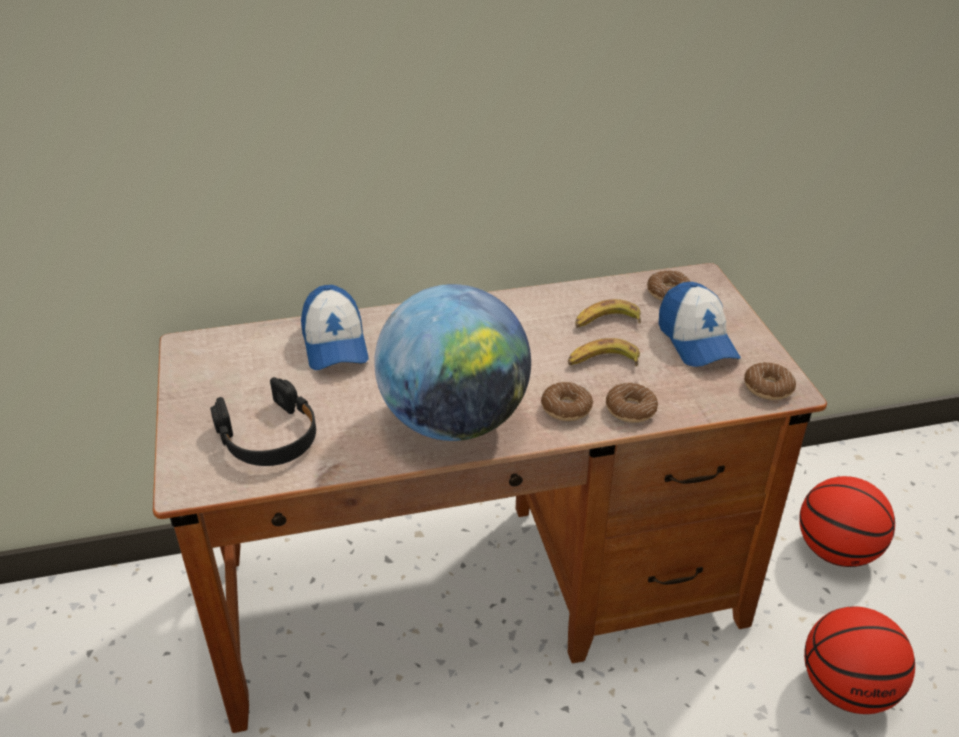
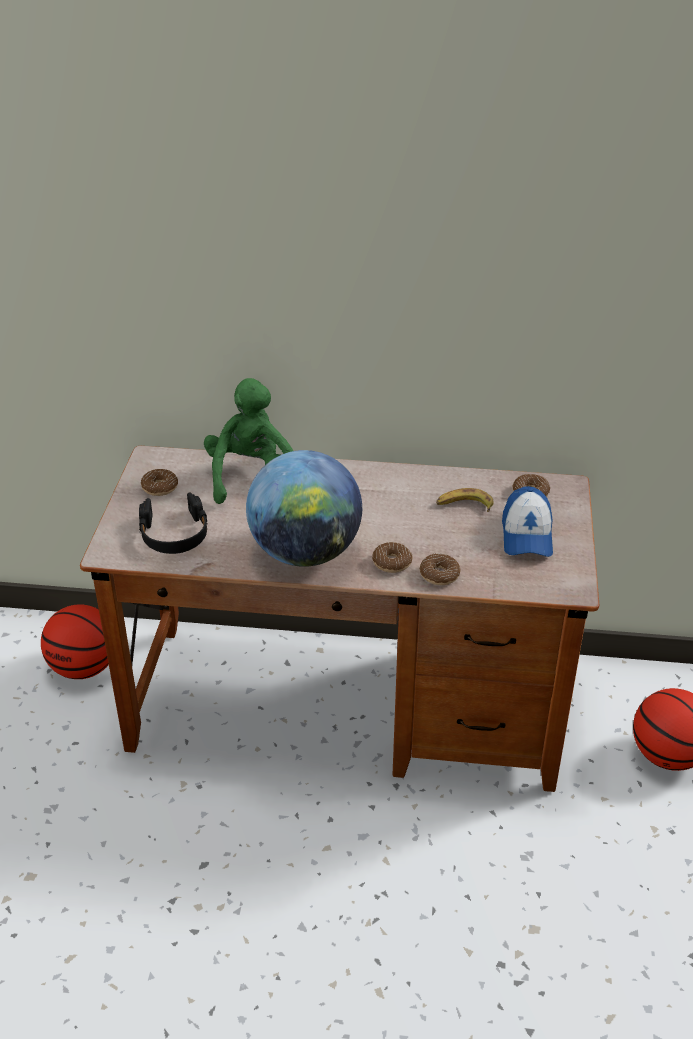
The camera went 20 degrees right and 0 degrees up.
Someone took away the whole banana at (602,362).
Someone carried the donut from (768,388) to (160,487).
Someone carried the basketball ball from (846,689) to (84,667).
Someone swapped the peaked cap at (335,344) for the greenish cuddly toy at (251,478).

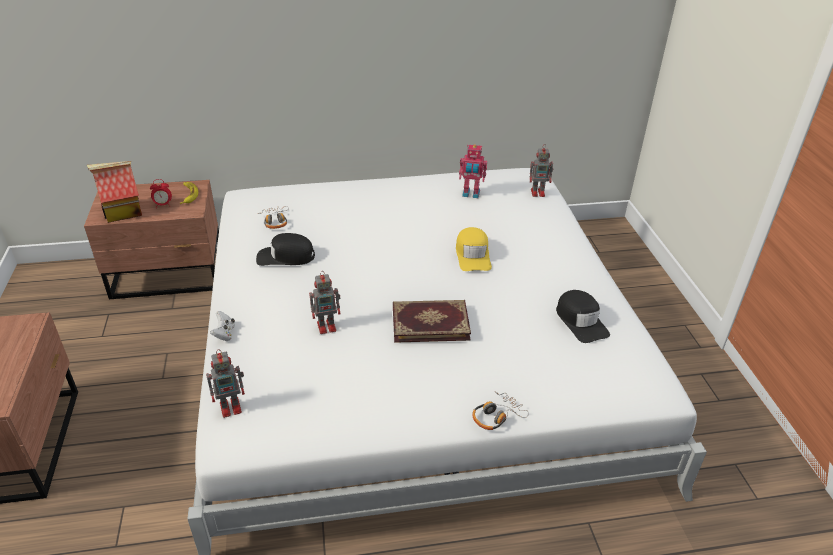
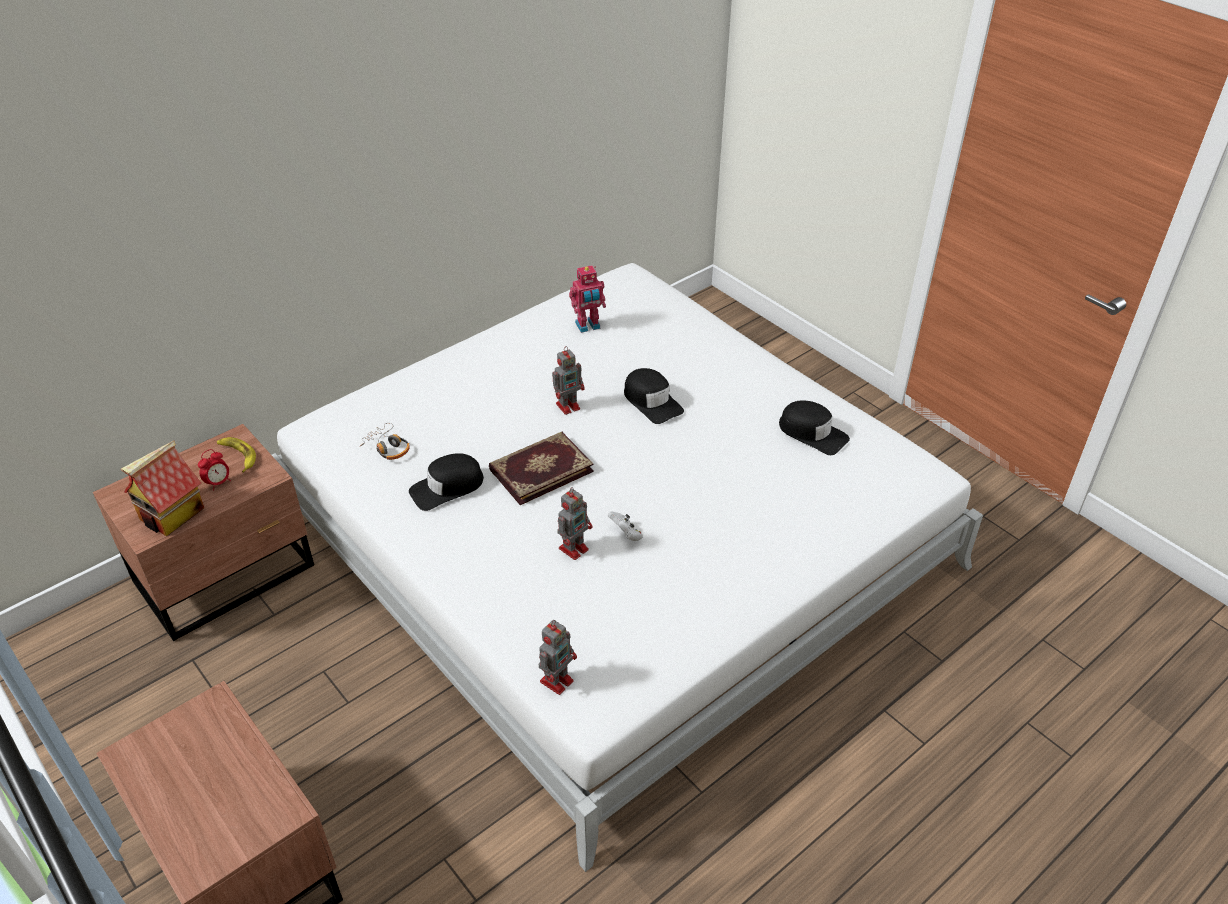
The camera went 30 degrees left and 5 degrees up.
Someone took away the headphones at (496,416).
Someone carried the white-coloured joypad from (224,334) to (626,534).
Someone carried the bound book from (430,322) to (540,469).
Someone carried the toy robot from (538,193) to (569,405).
Someone repainted the yellow peaked cap at (473,255), which became the black-coloured peaked cap at (652,401).

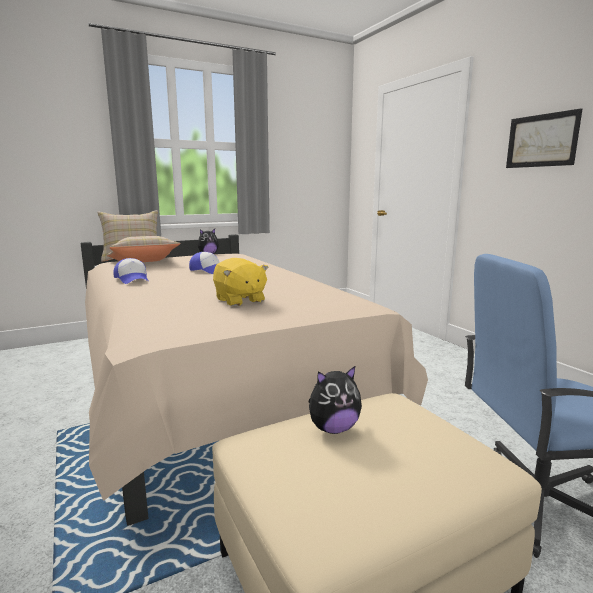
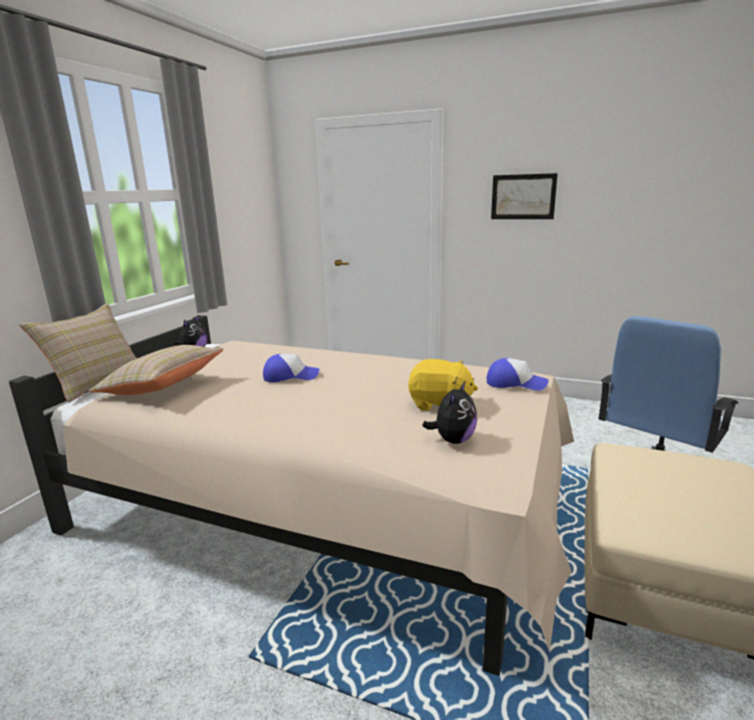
The camera went 40 degrees left and 5 degrees up.
Someone carried the peaked cap from (132,279) to (515,383).
Someone carried the cuddly toy from (333,428) to (453,440).

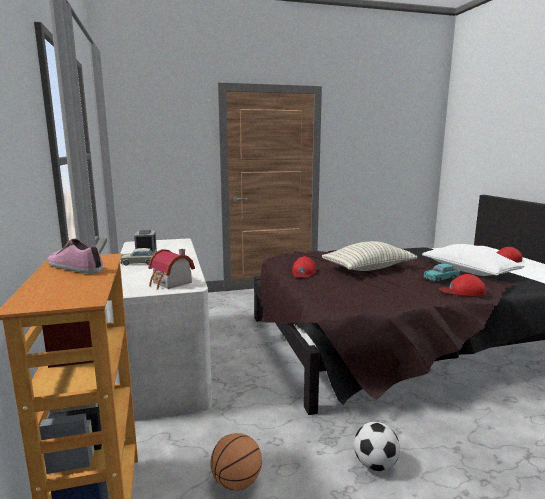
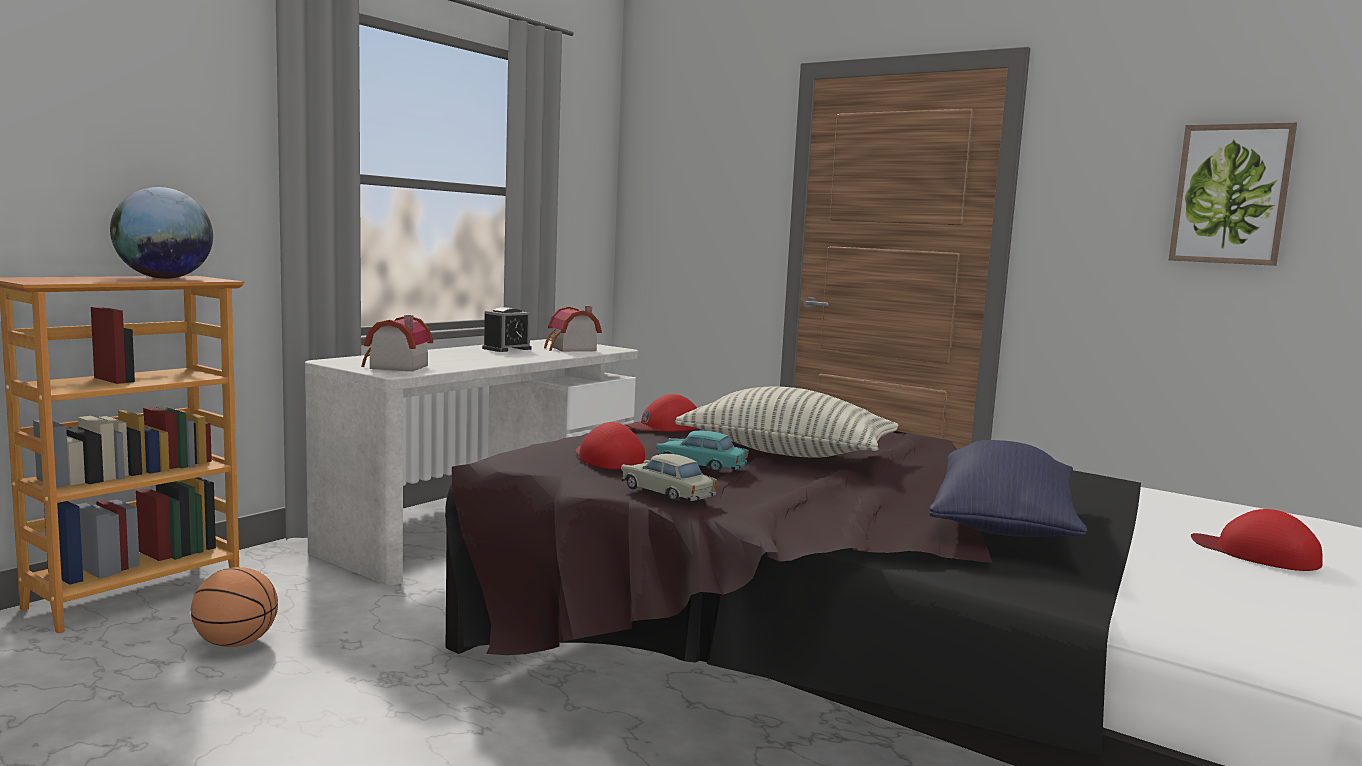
The camera went 50 degrees right and 5 degrees down.
Someone took away the football at (375,464).
Someone put down the toy house at (571,349).
Someone put up the wall picture at (1230,194).
Someone carried the sand-coloured model car from (140,263) to (667,492).
Someone carried the blue-green model car from (441,278) to (701,465).
Someone carried the red peaked cap from (463,291) to (607,459).
Someone swapped the low shoe at (75,267) for the desk globe at (164,278).
Someone repainted the white-coloured pillow at (469,272), which became the blue-coloured pillow at (1003,525).

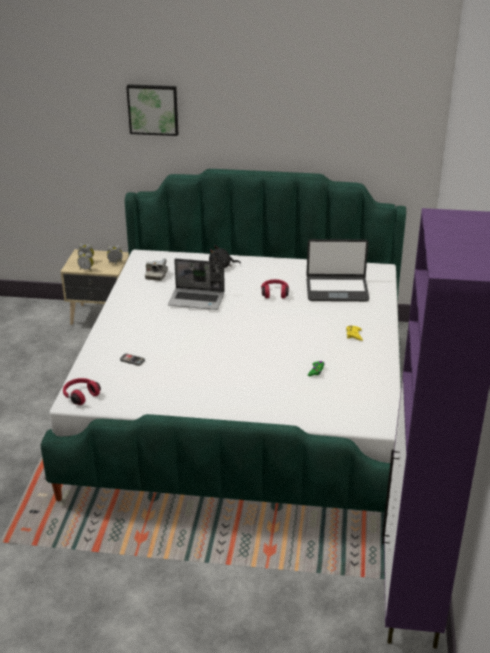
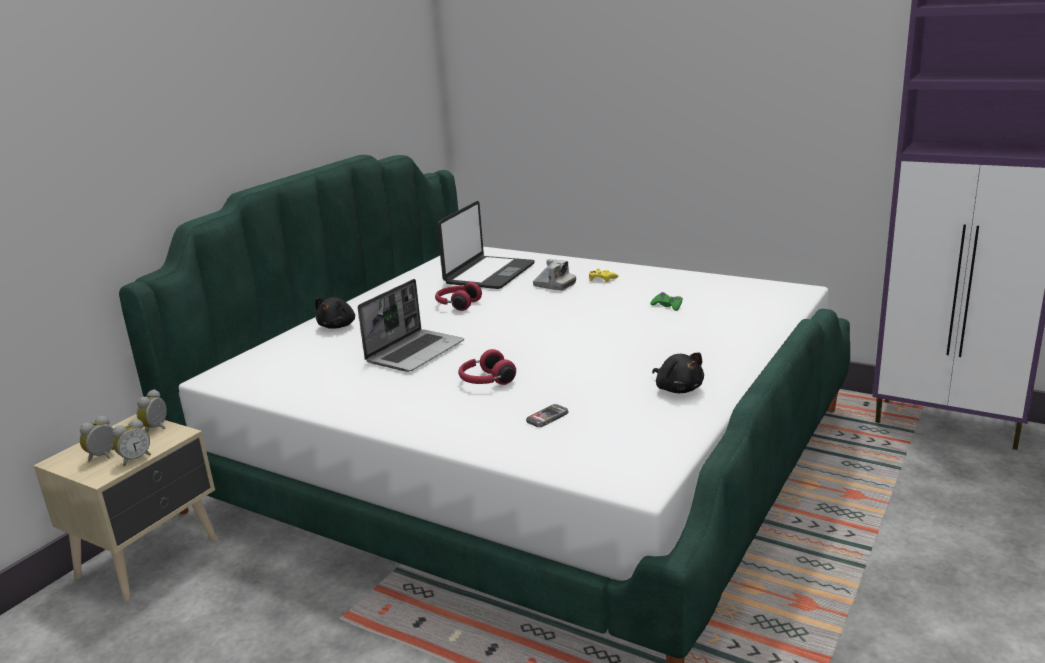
The camera went 65 degrees left and 10 degrees down.
Someone took away the wall picture at (153,109).
Someone put down the black-coloured cuddly toy at (678,389).
Someone carried the red headphones from (80,395) to (486,381).
Someone carried the still camera from (156,275) to (554,285).

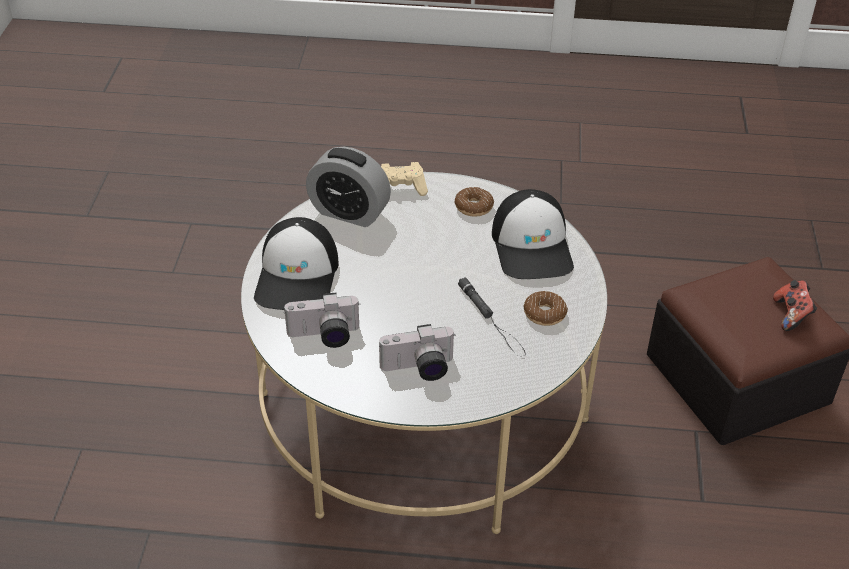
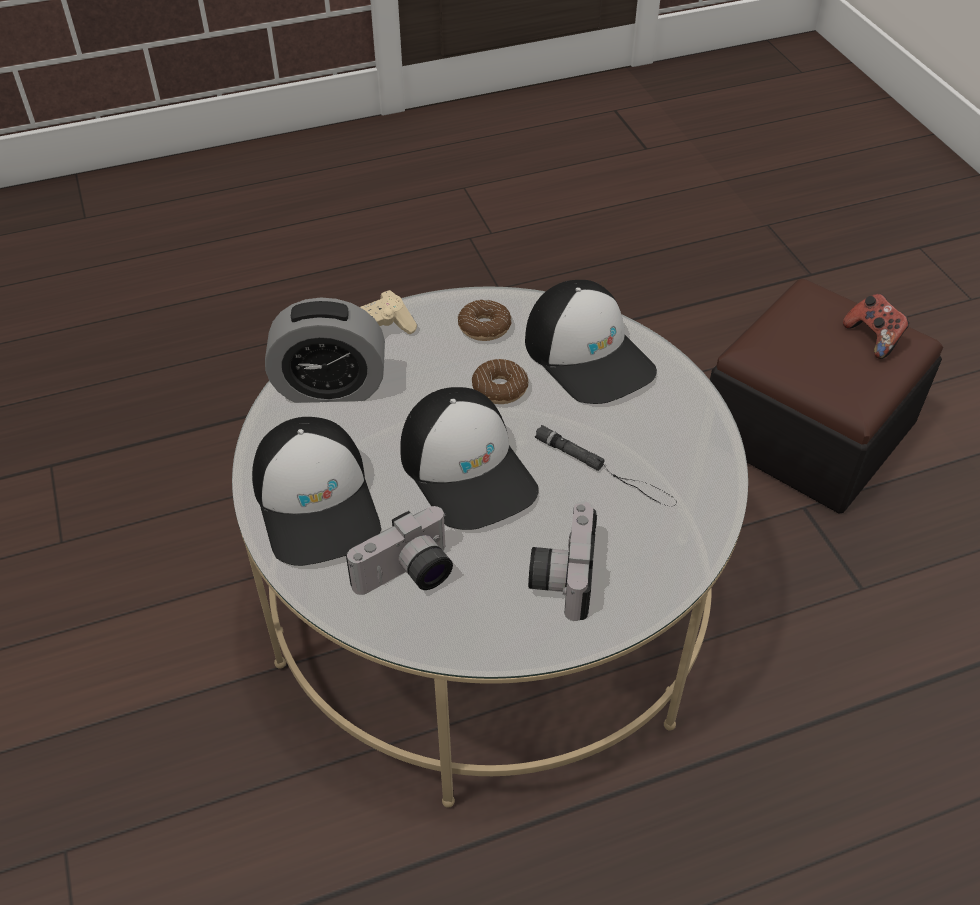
The camera went 25 degrees left and 5 degrees up.
Someone put down the peaked cap at (468,469).
Someone carried the donut from (544,314) to (500,388).
Someone rotated the still camera at (419,369) by 135 degrees clockwise.

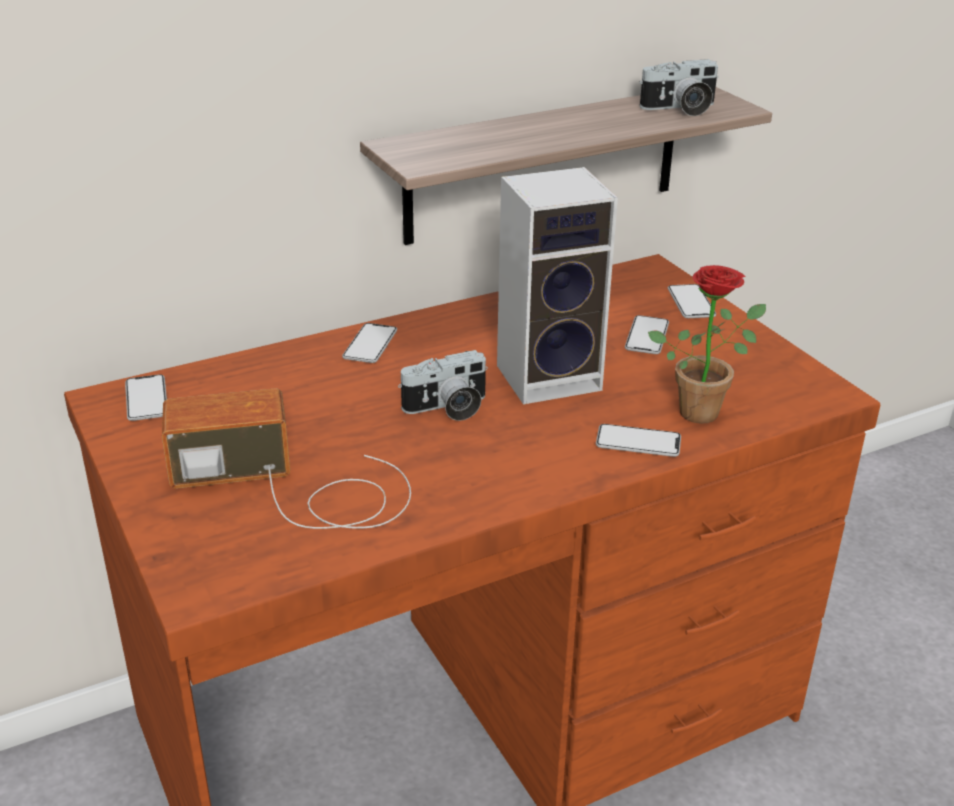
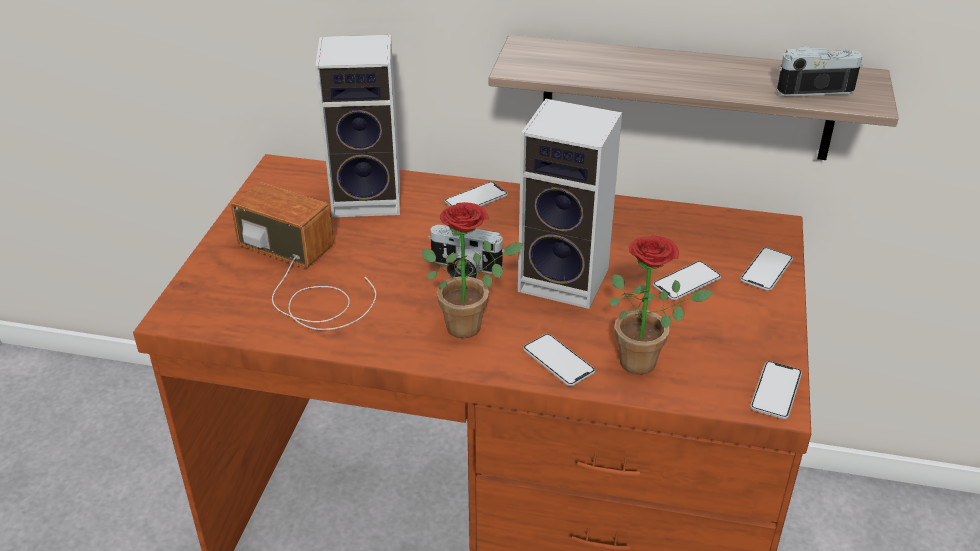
The camera went 40 degrees right and 5 degrees up.
Someone put down the loudspeaker at (370,198).
Someone put down the potted plant at (470,324).
Someone carried the handset from (146,399) to (775,391).
Someone rotated the still camera at (680,109) by 150 degrees clockwise.

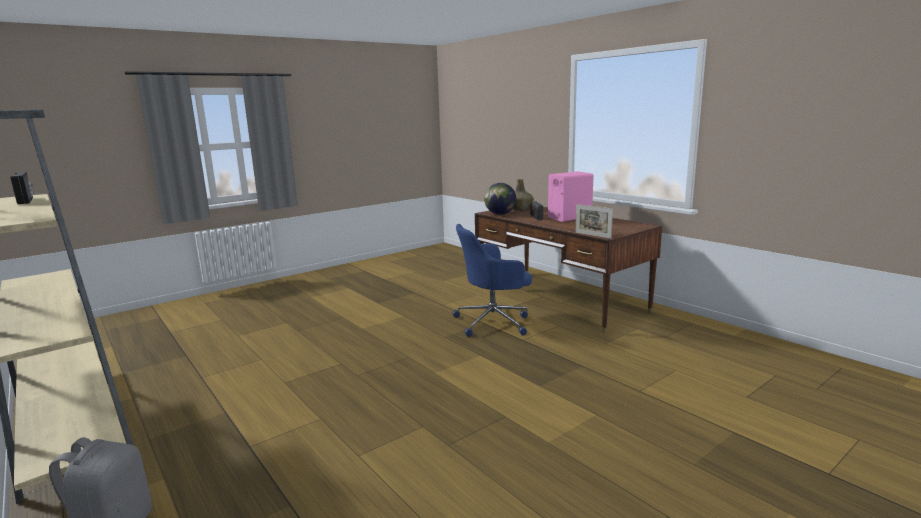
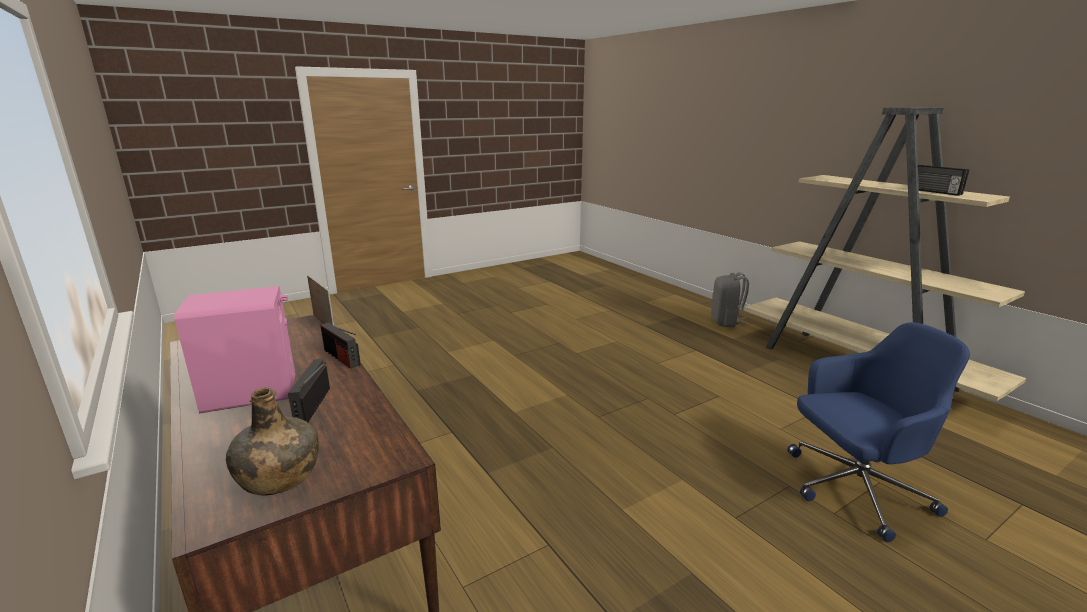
The camera went 175 degrees left and 5 degrees up.
Someone took away the desk globe at (500,214).
Someone put down the radio set at (342,357).
Someone carried the blue-coloured office chair from (494,322) to (854,489).

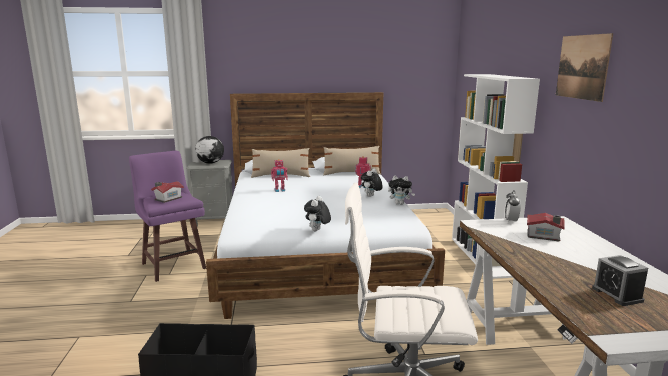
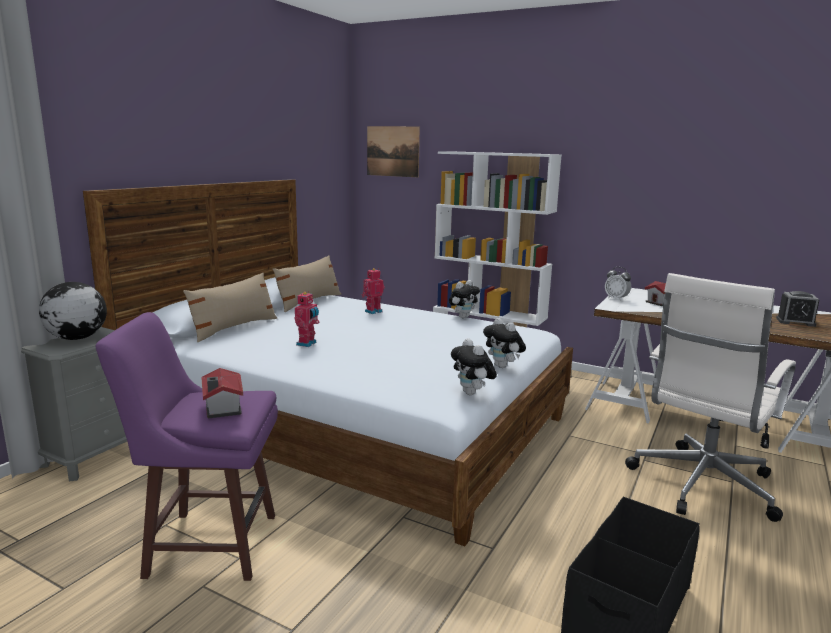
The camera went 55 degrees left and 0 degrees up.
Someone carried the cuddly toy from (371,196) to (472,393).
Someone carried the wall picture from (582,67) to (393,151).

